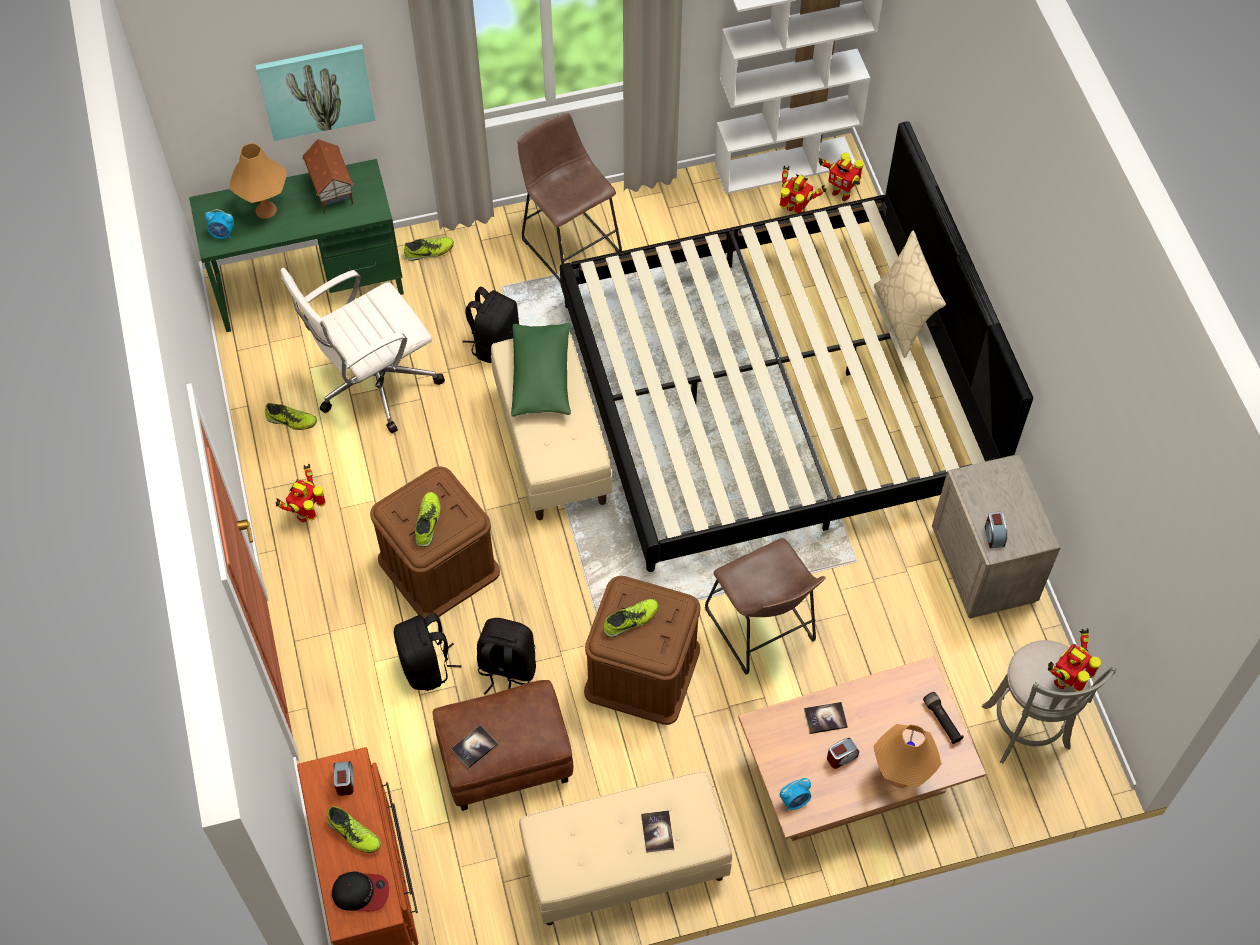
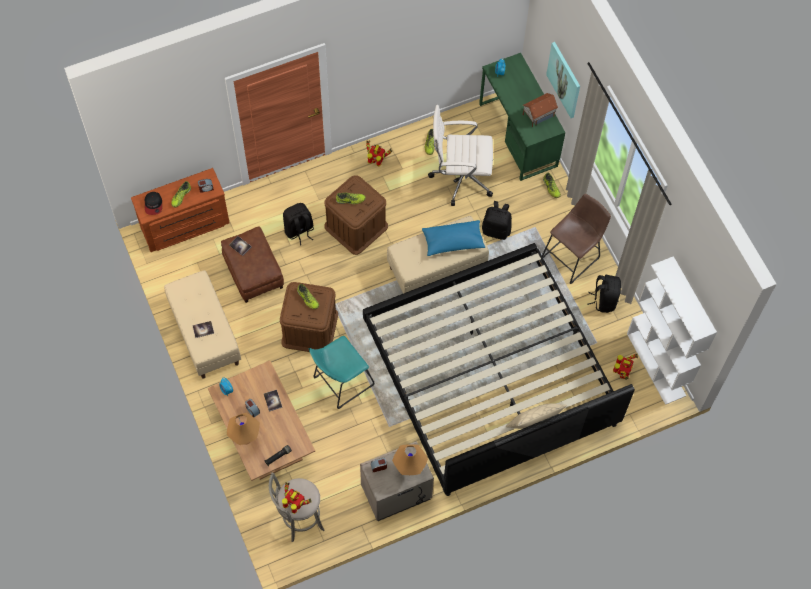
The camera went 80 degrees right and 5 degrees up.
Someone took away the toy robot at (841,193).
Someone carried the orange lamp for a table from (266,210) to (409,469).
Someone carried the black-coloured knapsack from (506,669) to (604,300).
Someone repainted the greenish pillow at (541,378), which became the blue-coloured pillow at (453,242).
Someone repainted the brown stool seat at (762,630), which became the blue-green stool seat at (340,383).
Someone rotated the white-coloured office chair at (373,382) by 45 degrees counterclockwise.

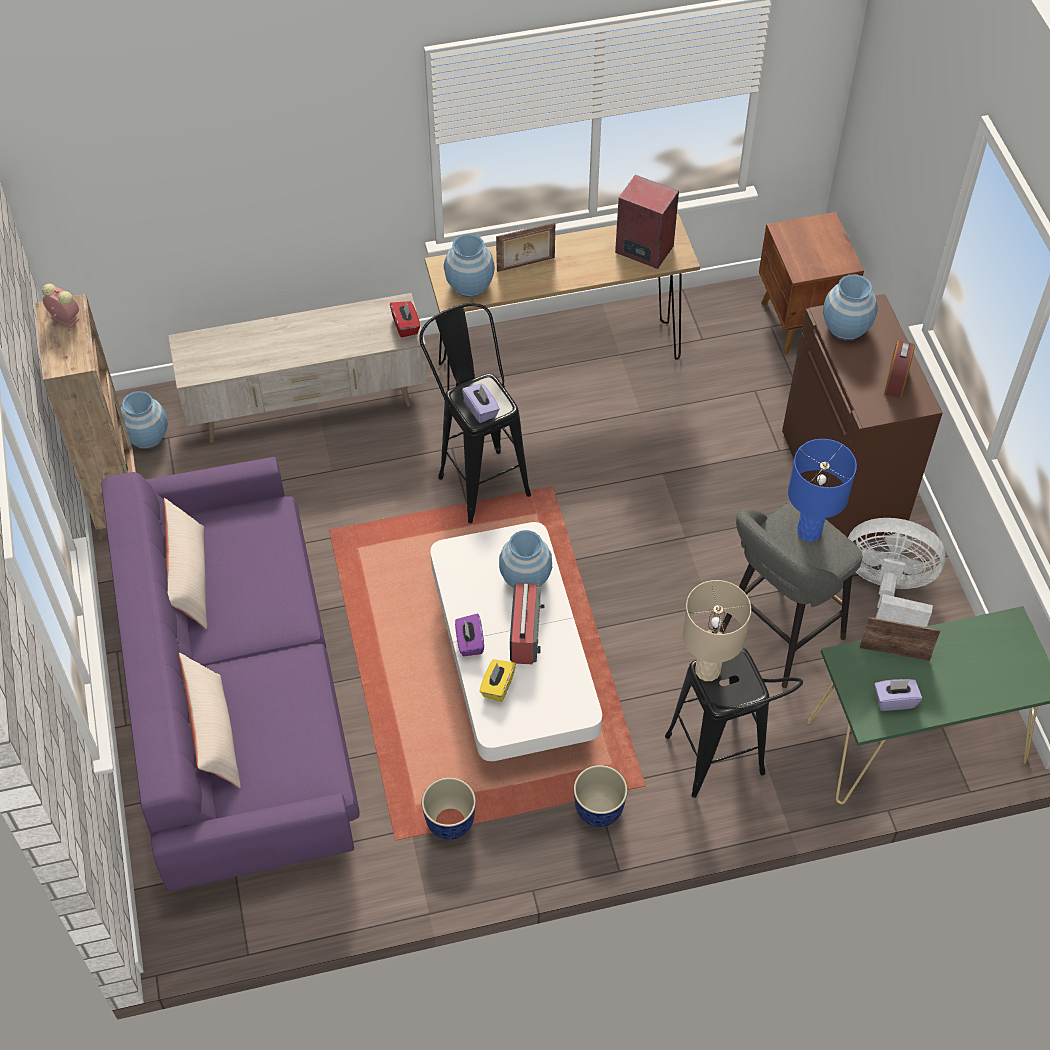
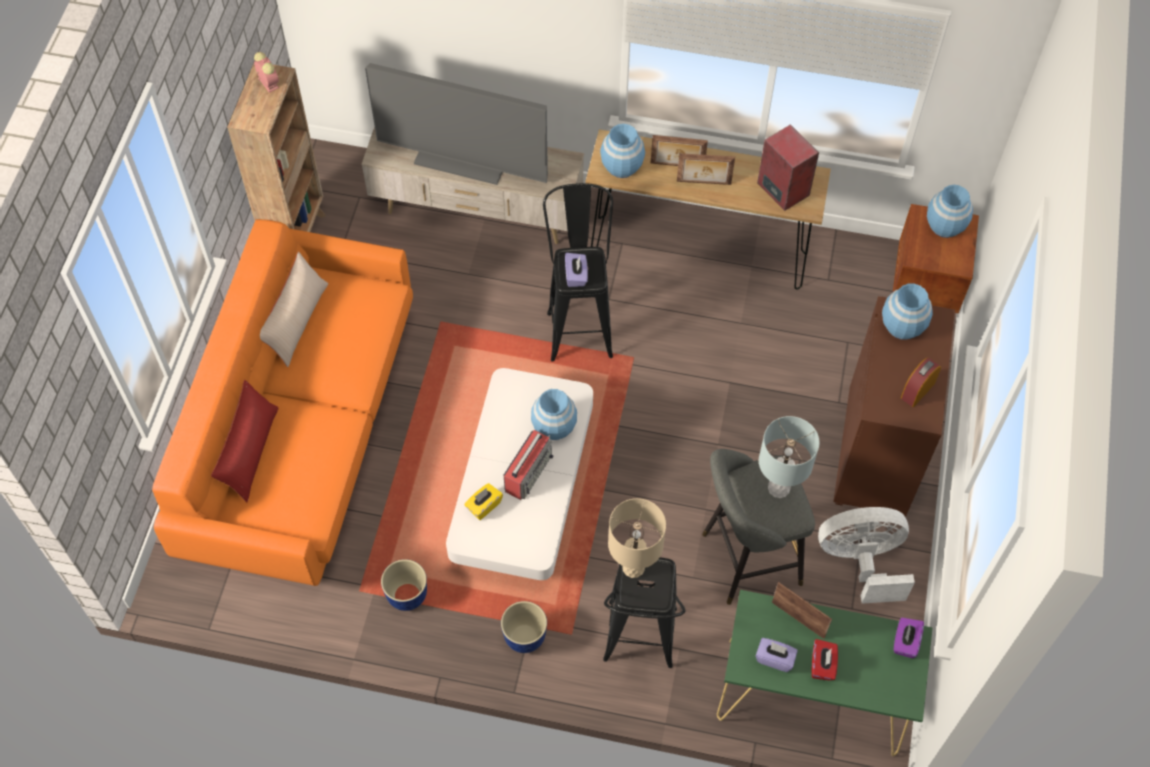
The camera went 25 degrees right and 5 degrees up.
Someone put down the television at (463,158).
Someone put down the standing frame at (703,183).
Someone carried the blue-coloured decorative vase from (147,437) to (945,226).
Someone carried the red box of tissues from (406,326) to (822,665).
Someone carried the purple box of tissues from (469,642) to (905,642).
Someone repainted the purple sofa at (239,700), which became the orange sofa at (303,430).
Someone repainted the sand-coloured pillow at (214,734), which became the red pillow at (250,452).
Someone repainted the blue-coloured lamp for a table at (809,531), which became the greyish lamp for a table at (779,488).
Someone rotated the white-coloured fan at (888,592) by 45 degrees counterclockwise.

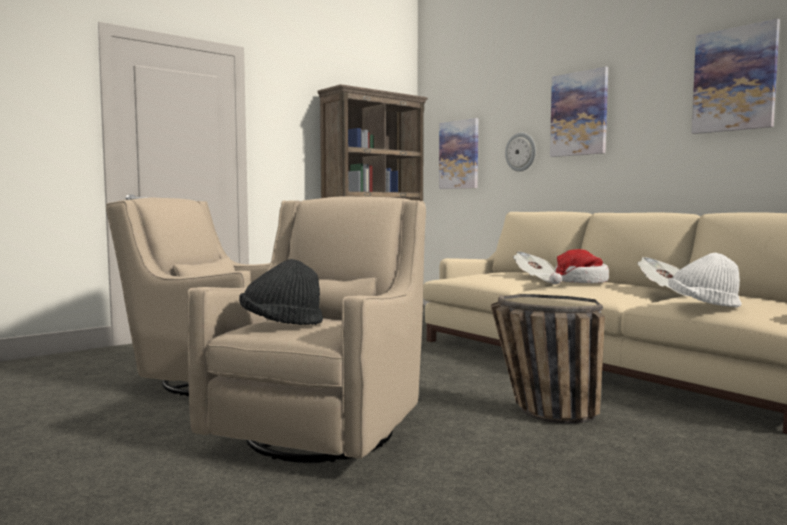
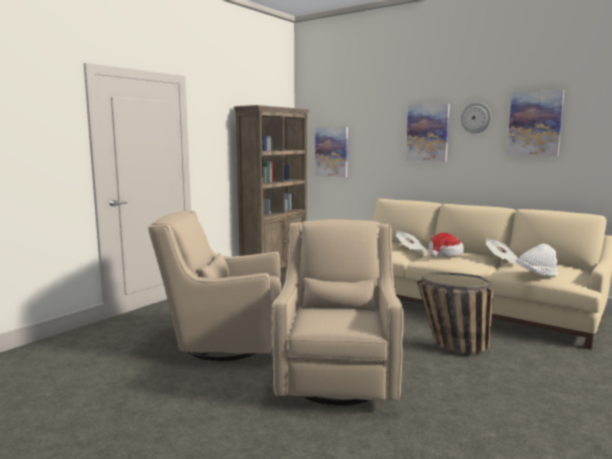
The camera went 15 degrees left and 5 degrees up.
Someone took away the black-coloured clothing hat at (281,324).
Someone carried the wall clock from (521,152) to (475,118).

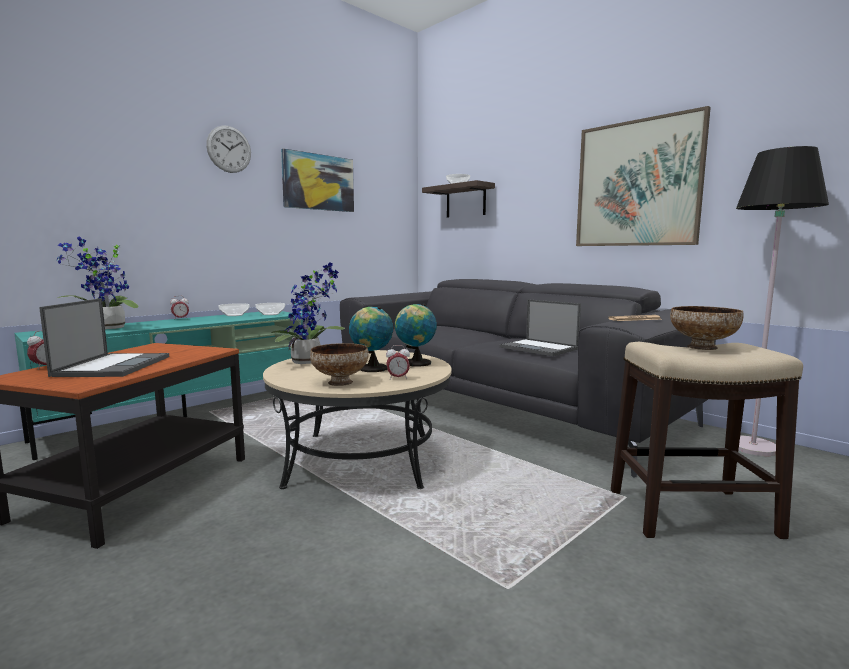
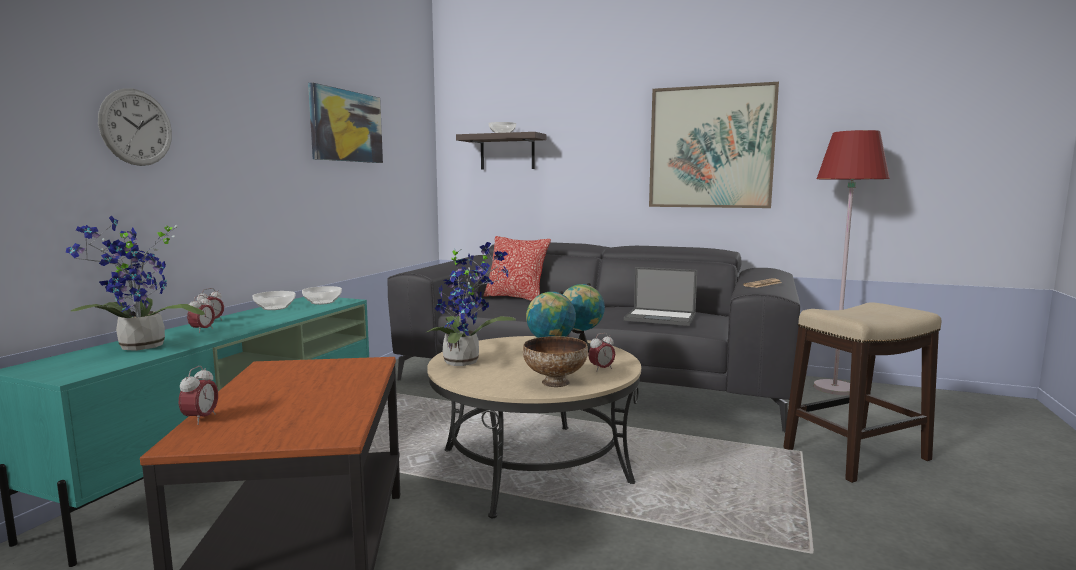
The camera went 25 degrees left and 0 degrees up.
Someone took away the notebook computer at (114,366).
Someone took away the deep dish at (703,347).
Someone put down the table clock at (202,330).
Someone put down the pillow at (516,298).
Someone carried the wall clock from (229,149) to (136,127).
Someone repainted the black-coloured floor lamp at (753,447), which became the red floor lamp at (834,388).

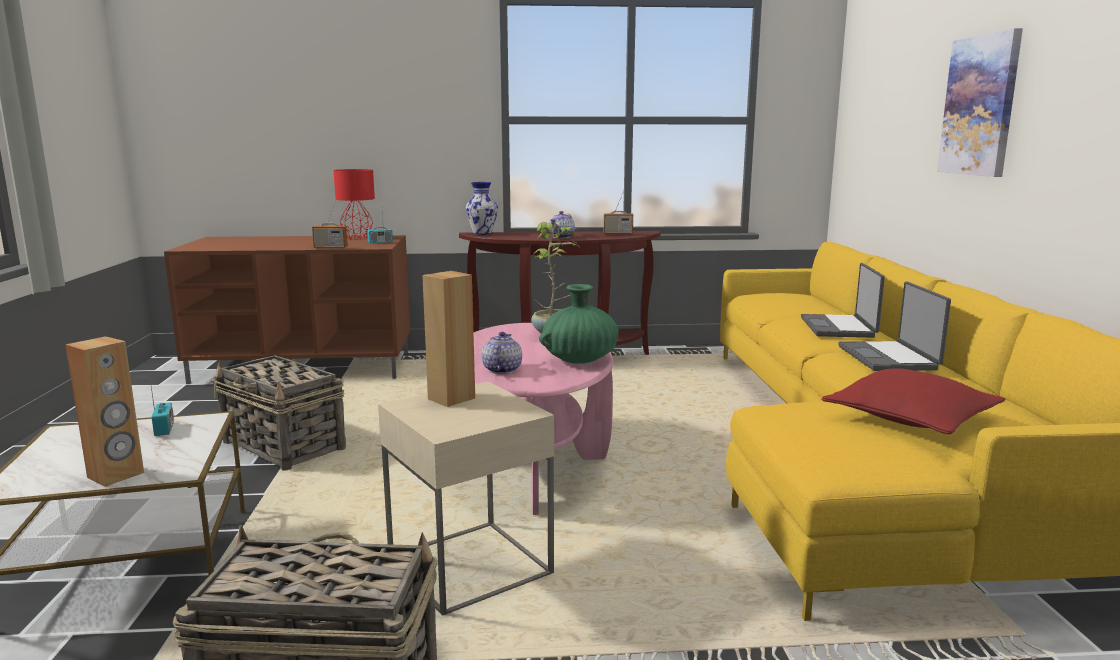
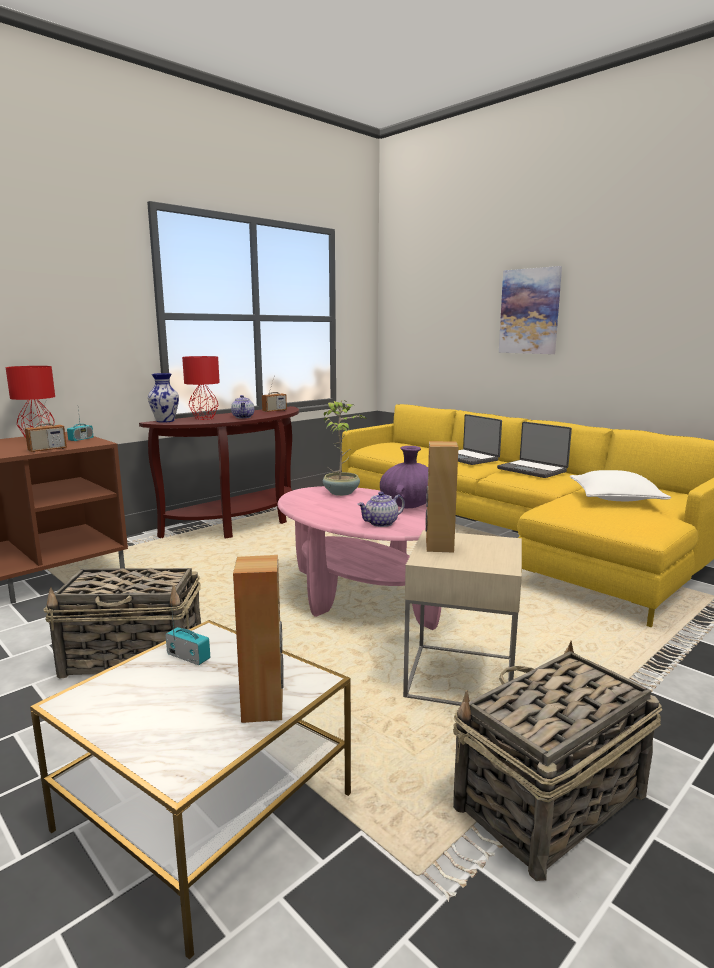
The camera went 40 degrees left and 0 degrees up.
Someone put down the red lamp for a table at (204,418).
Someone repainted the greenish decorative vase at (580,360), which became the purple decorative vase at (409,505).
Someone repainted the red pillow at (910,418), which became the white-coloured pillow at (615,498).
Someone rotated the tea pot at (501,370) by 90 degrees counterclockwise.

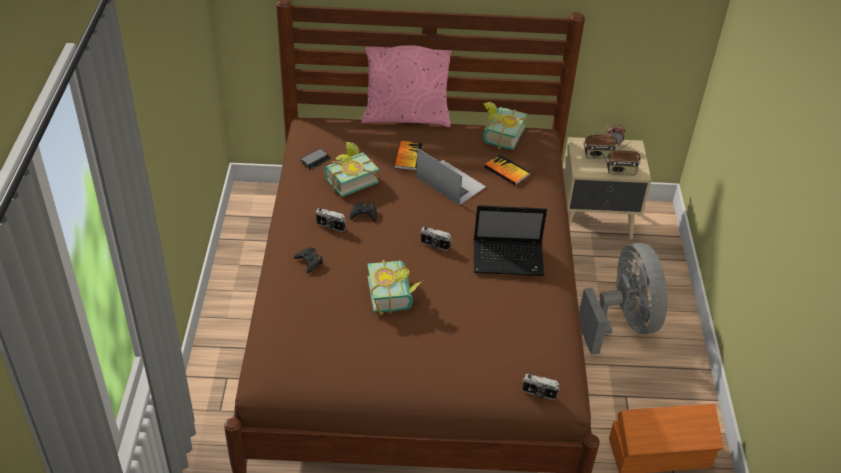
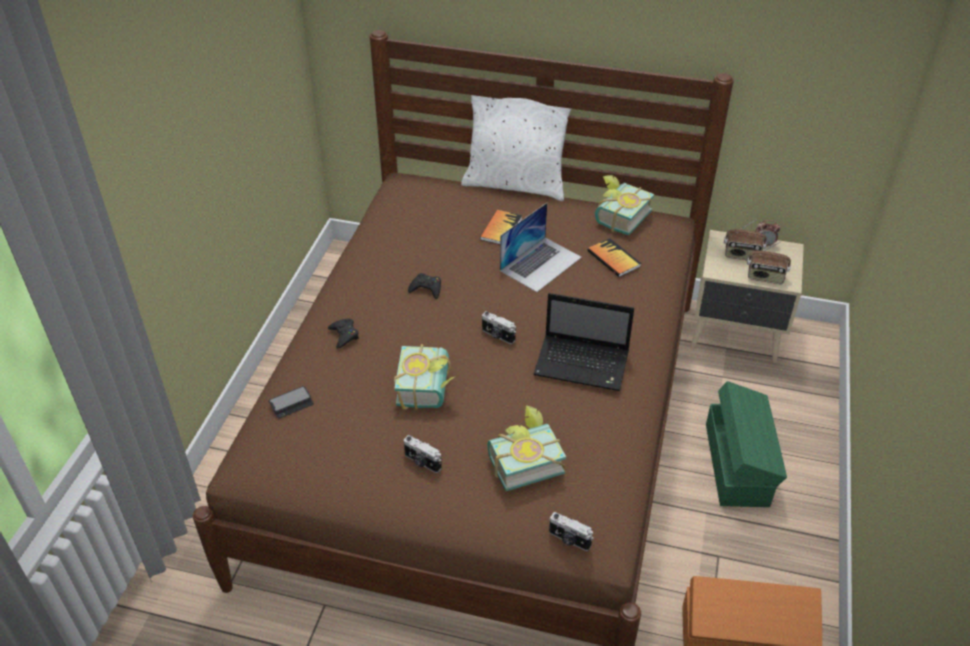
The camera went 15 degrees right and 0 degrees up.
Someone carried the handset from (315,160) to (291,403).
Someone carried the still camera from (330,226) to (422,462).
Someone carried the bound book from (349,179) to (523,460).
Someone swapped the greyish fan at (622,323) for the greenish storage box at (738,463).
Someone repainted the pink-coloured pillow at (406,116), which became the white-coloured pillow at (516,183).
Someone rotated the notebook computer at (450,182) by 75 degrees clockwise.

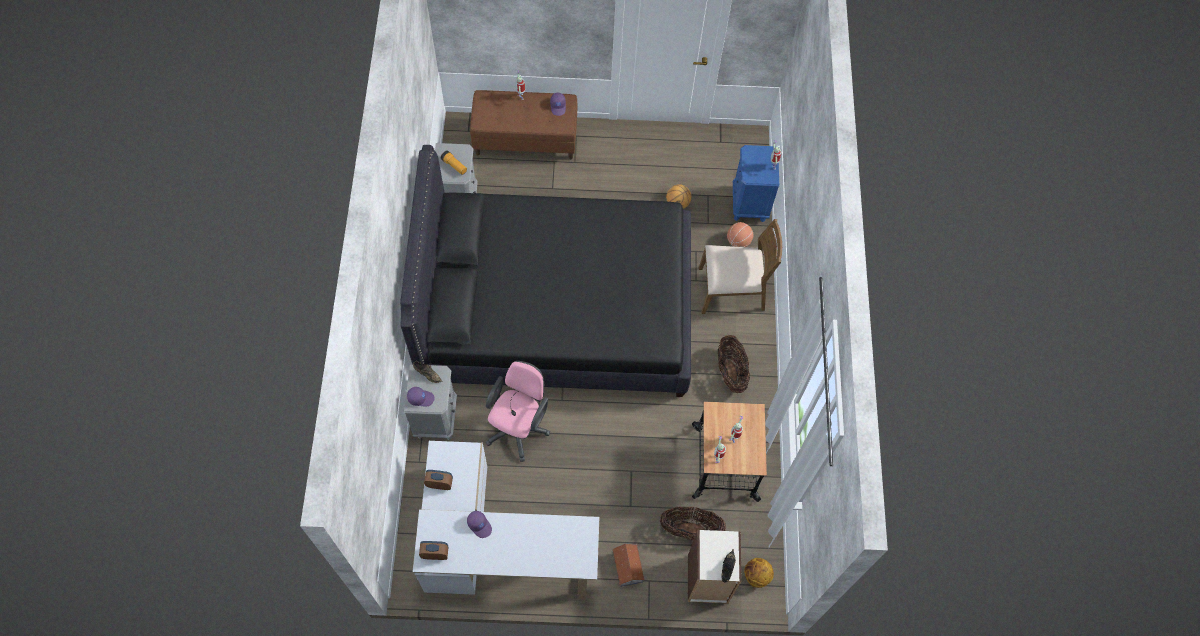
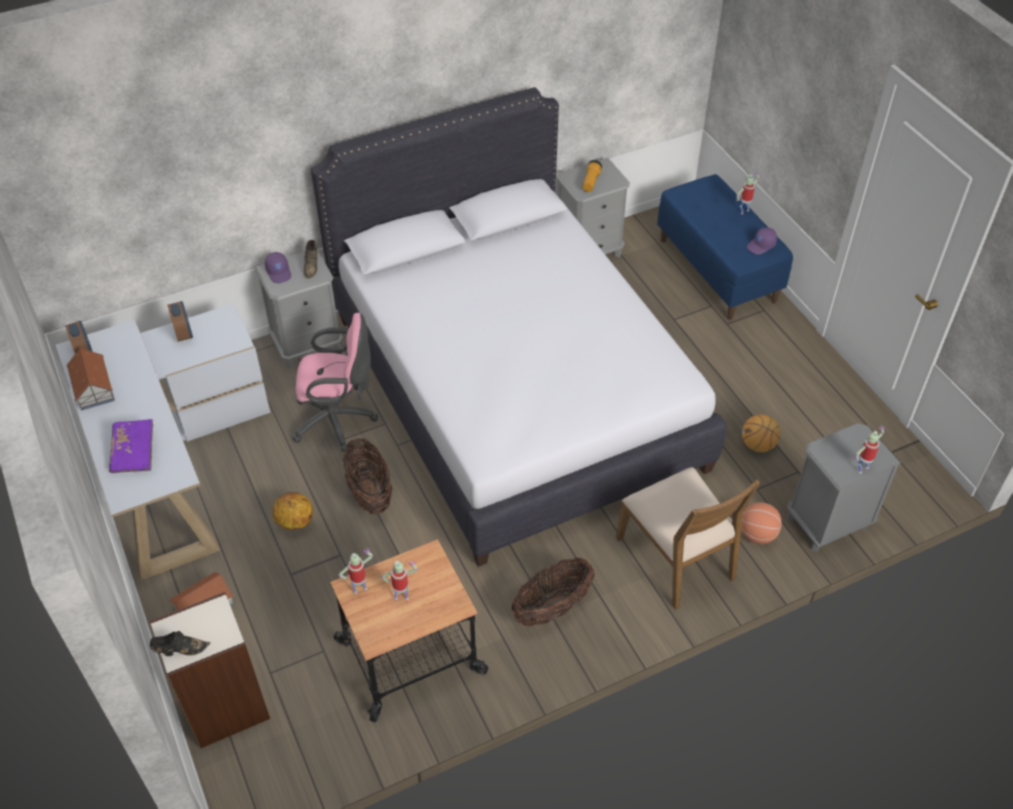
The camera went 65 degrees right and 15 degrees down.
Someone took away the purple peaked cap at (480,525).
Someone put down the toy house at (93,387).
Someone put down the purple bound book at (134,452).
Someone carried the basket from (690,529) to (370,492).
Someone carried the basketball ball from (756,576) to (294,522).
Someone repainted the black-coloured bed at (557,310), which became the white-coloured bed at (514,391).
Someone repainted the brown indoor bench at (526,139), which became the blue-coloured indoor bench at (718,270).
Someone repainted the blue-coloured bedside table at (749,203), which became the greyish bedside table at (827,523).

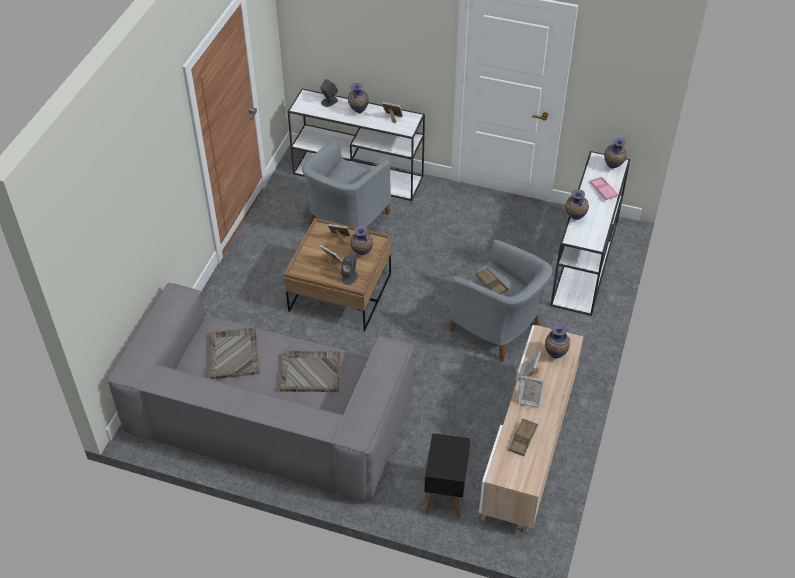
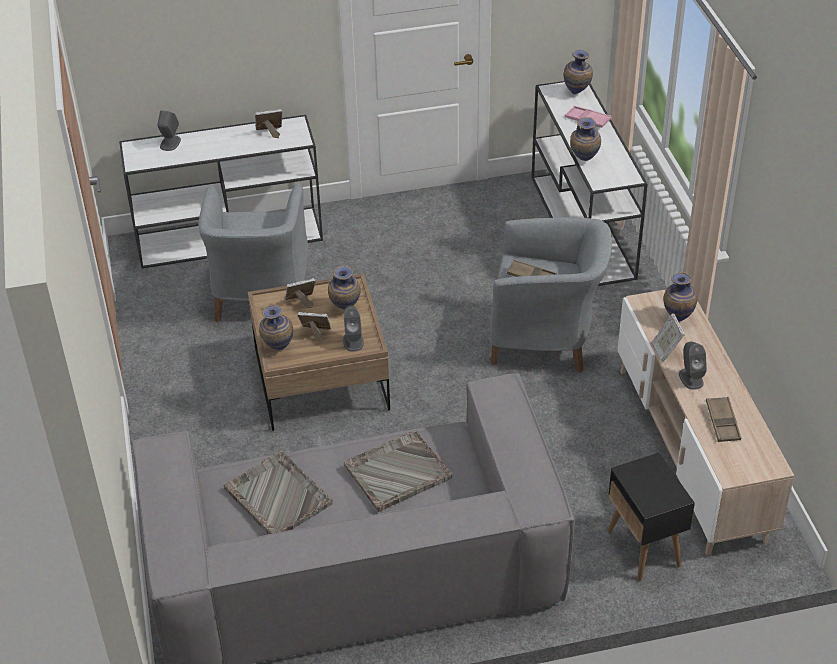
The camera went 30 degrees left and 5 degrees down.
Someone carried the decorative vase from (358,112) to (278,349).
Someone swapped the standing frame at (528,399) for the greyish loudspeaker at (690,378).

